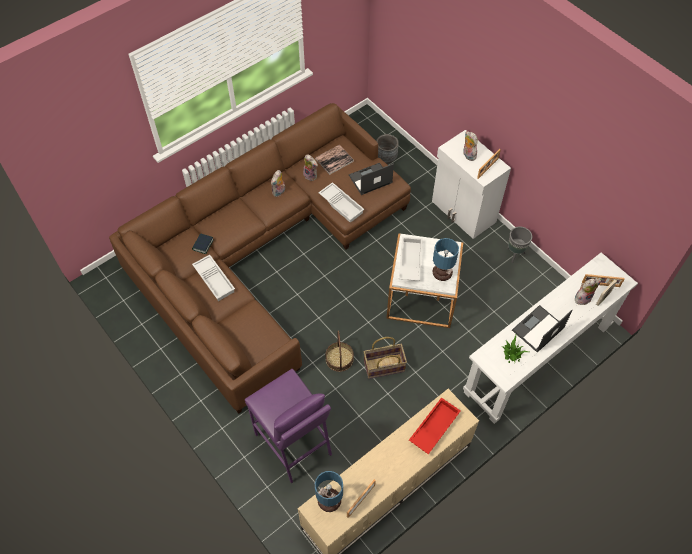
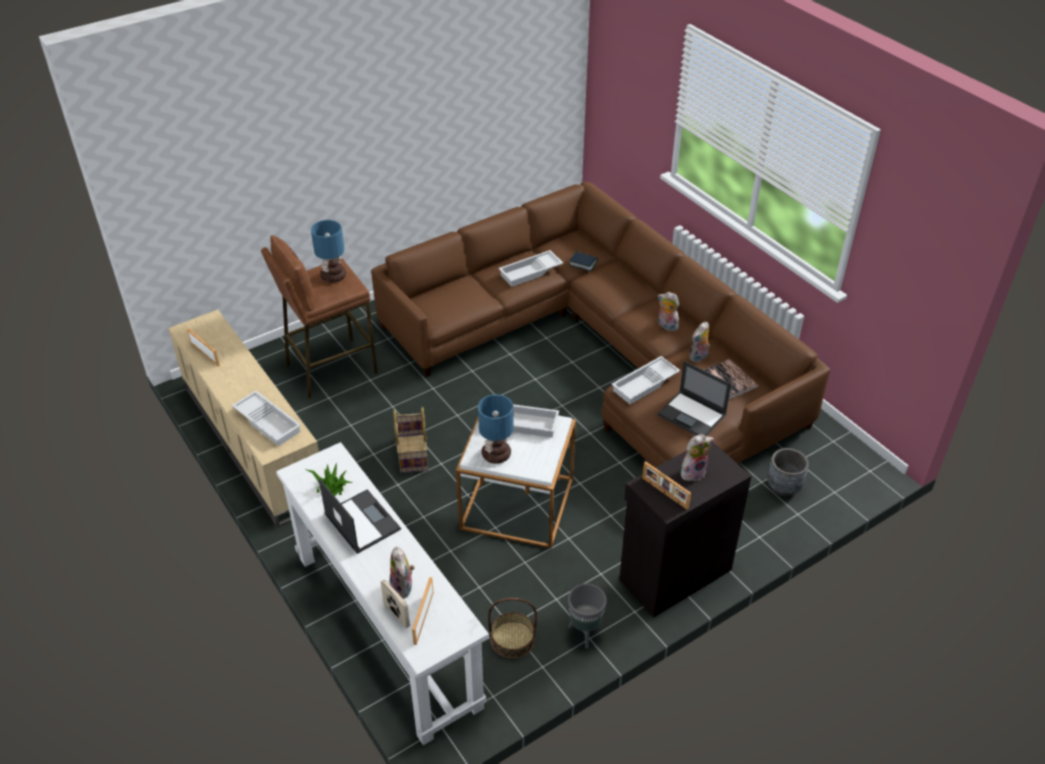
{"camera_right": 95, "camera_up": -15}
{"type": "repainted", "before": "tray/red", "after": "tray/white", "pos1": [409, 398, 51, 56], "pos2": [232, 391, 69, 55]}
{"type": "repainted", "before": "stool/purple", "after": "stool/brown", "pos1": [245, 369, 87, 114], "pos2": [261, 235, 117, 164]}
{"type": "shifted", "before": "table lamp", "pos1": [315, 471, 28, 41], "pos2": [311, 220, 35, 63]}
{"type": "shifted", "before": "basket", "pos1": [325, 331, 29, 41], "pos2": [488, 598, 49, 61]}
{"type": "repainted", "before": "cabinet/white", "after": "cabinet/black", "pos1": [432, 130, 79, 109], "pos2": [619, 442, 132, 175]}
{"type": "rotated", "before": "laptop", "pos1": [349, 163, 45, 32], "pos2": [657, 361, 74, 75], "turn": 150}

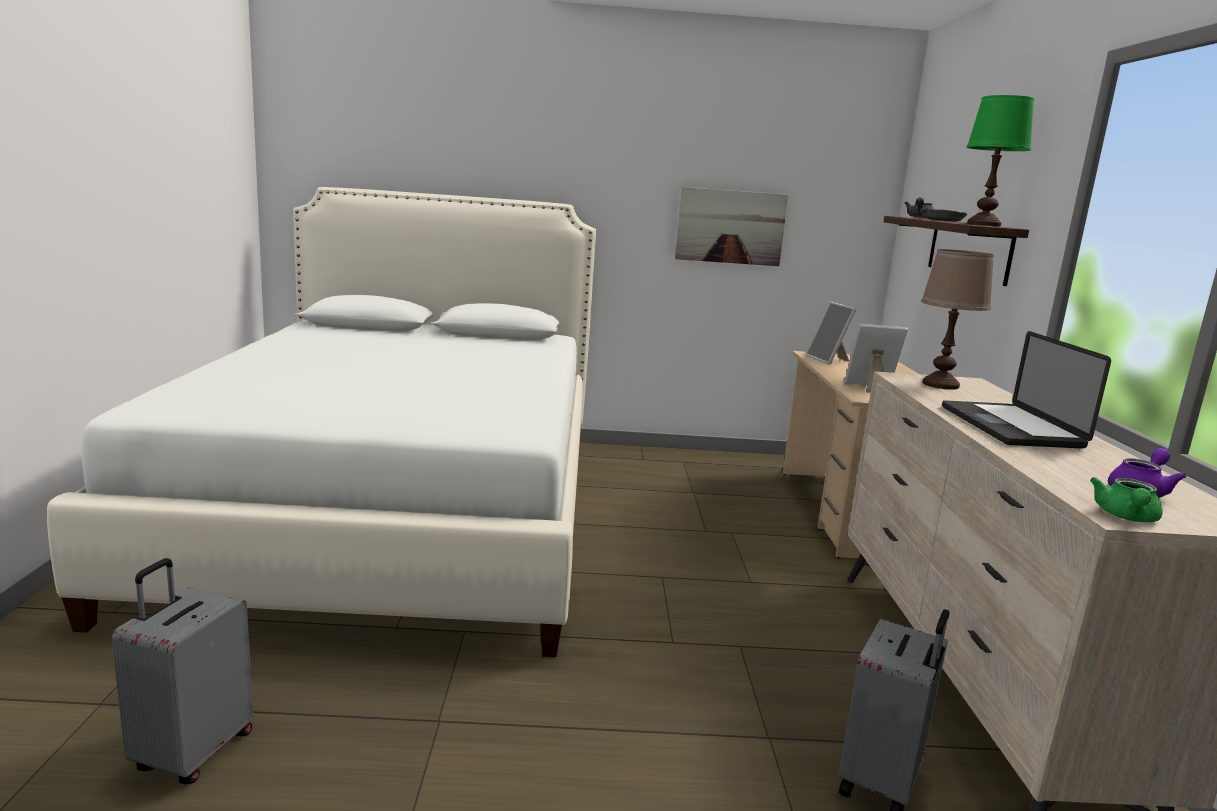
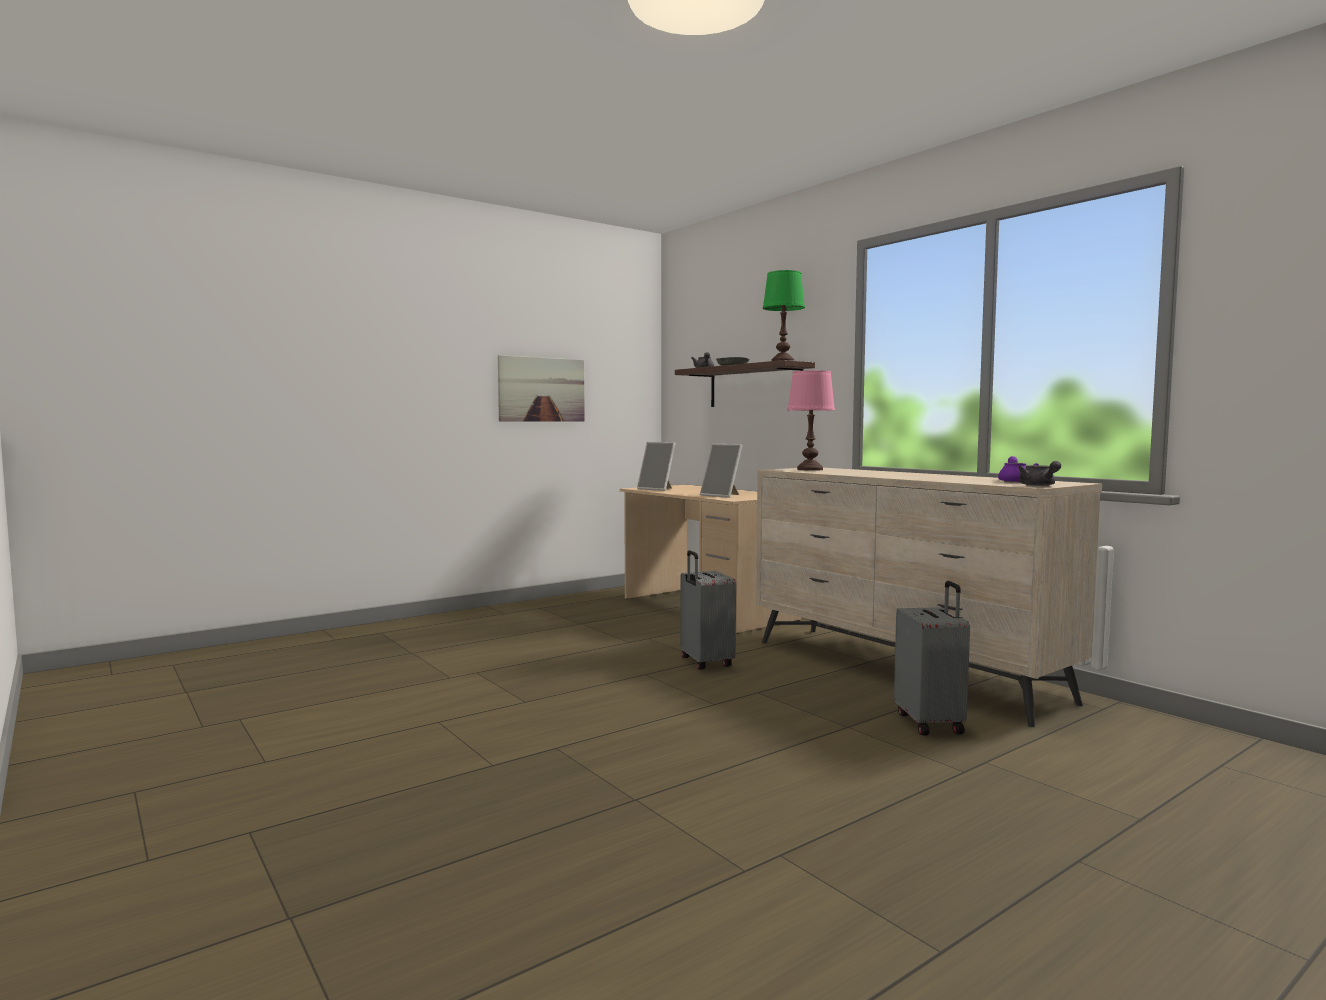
{"camera_right": -35, "camera_up": -10}
{"type": "shifted", "before": "suitcase/grey", "pos1": [112, 558, 141, 226], "pos2": [680, 550, 56, 120]}
{"type": "rotated", "before": "picture frame", "pos1": [844, 324, 64, 69], "pos2": [700, 444, 43, 54], "turn": -105}
{"type": "repainted", "before": "table lamp/brown", "after": "table lamp/pink", "pos1": [921, 249, 73, 141], "pos2": [787, 370, 48, 101]}
{"type": "repainted", "before": "teapot/green", "after": "teapot/grey", "pos1": [1090, 477, 73, 45], "pos2": [1018, 461, 43, 25]}
{"type": "gone", "before": "bed/white", "pos1": [47, 187, 549, 470]}
{"type": "gone", "before": "laptop", "pos1": [942, 331, 169, 117]}

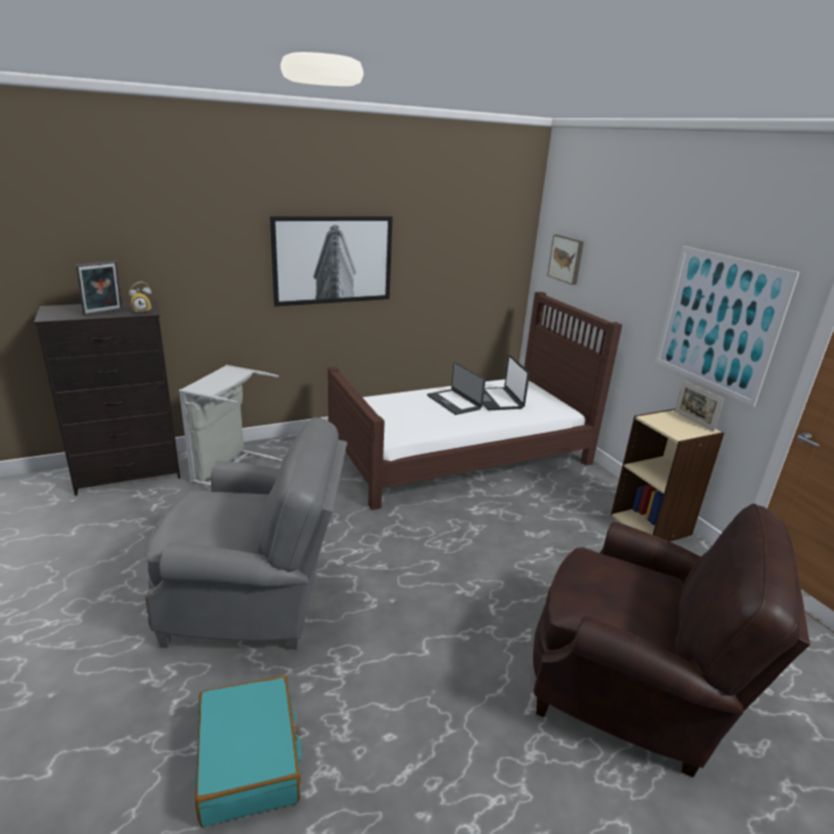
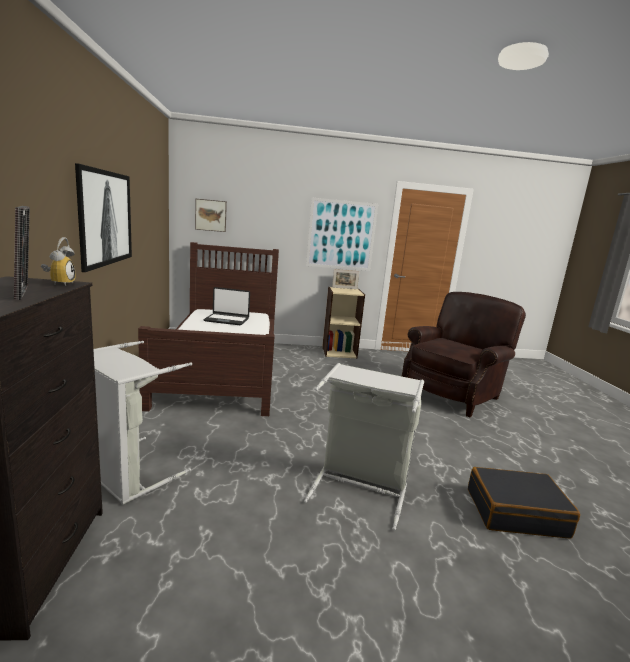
{"camera_right": -70, "camera_up": -10}
{"type": "swapped", "before": "armchair/grey", "after": "laundry basket/grey", "pos1": [145, 417, 202, 233], "pos2": [304, 363, 120, 167]}
{"type": "repainted", "before": "suitcase/turquoise", "after": "suitcase/black", "pos1": [195, 675, 106, 152], "pos2": [468, 467, 112, 72]}
{"type": "gone", "before": "laptop", "pos1": [427, 362, 59, 53]}

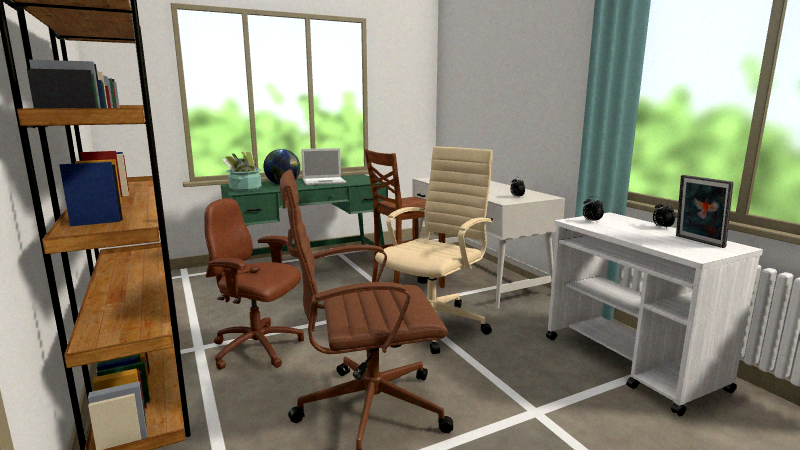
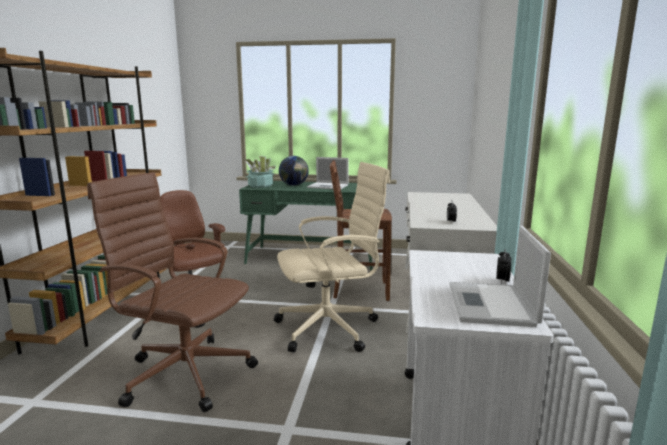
{"camera_right": 35, "camera_up": 0}
{"type": "swapped", "before": "picture frame", "after": "laptop", "pos1": [676, 175, 57, 73], "pos2": [449, 226, 102, 101]}
{"type": "gone", "before": "alarm clock", "pos1": [583, 196, 21, 27]}

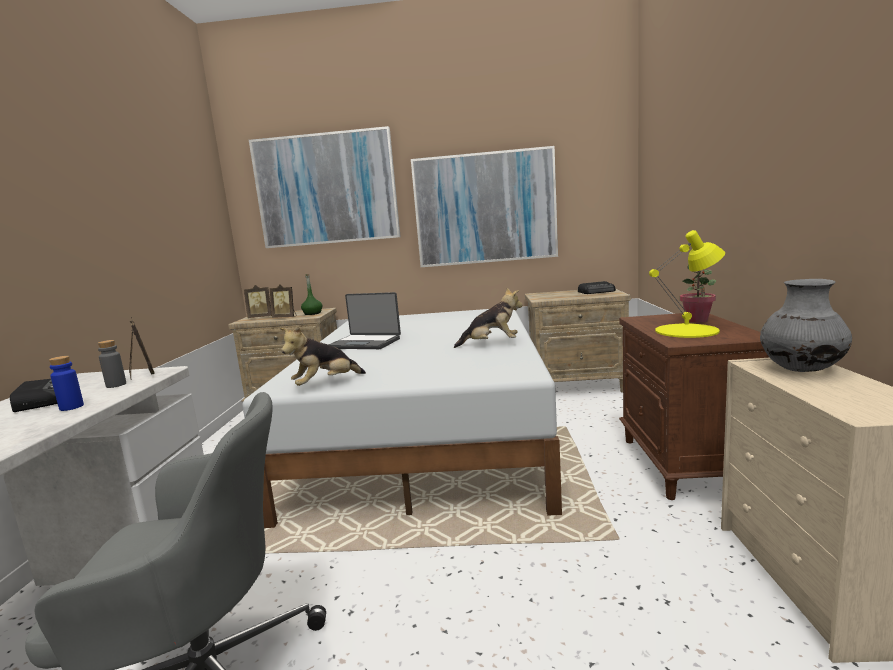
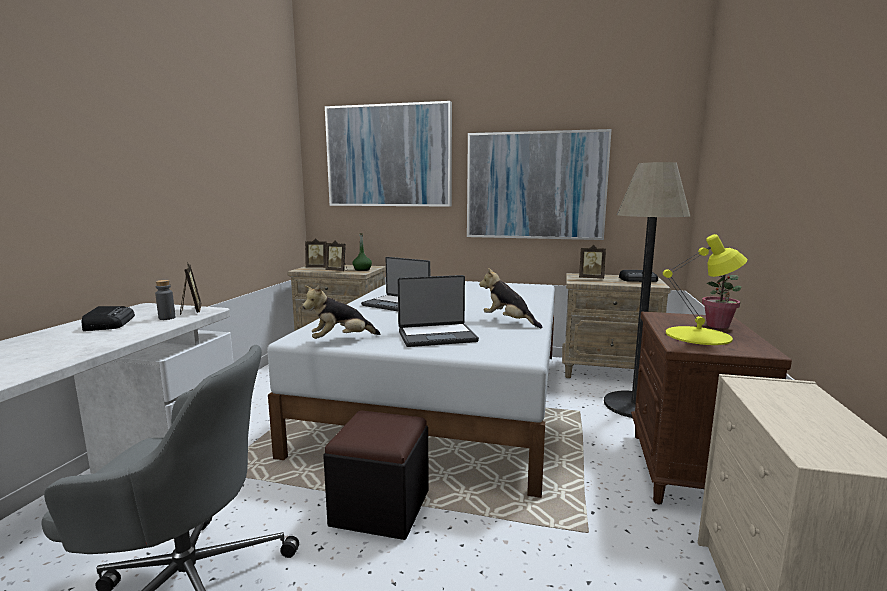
{"camera_right": 10, "camera_up": 0}
{"type": "new", "after": "ottoman/black", "pos2": [323, 410, 106, 130]}
{"type": "new", "after": "laptop", "pos2": [398, 275, 81, 72]}
{"type": "rotated", "before": "plush toy", "pos1": [454, 288, 69, 60], "pos2": [479, 268, 63, 60], "turn": -150}
{"type": "new", "after": "picture frame", "pos2": [579, 245, 27, 34]}
{"type": "new", "after": "floor lamp", "pos2": [604, 162, 86, 256]}
{"type": "gone", "before": "bottle/blue", "pos1": [49, 356, 35, 55]}
{"type": "gone", "before": "vase/grey", "pos1": [760, 279, 92, 93]}

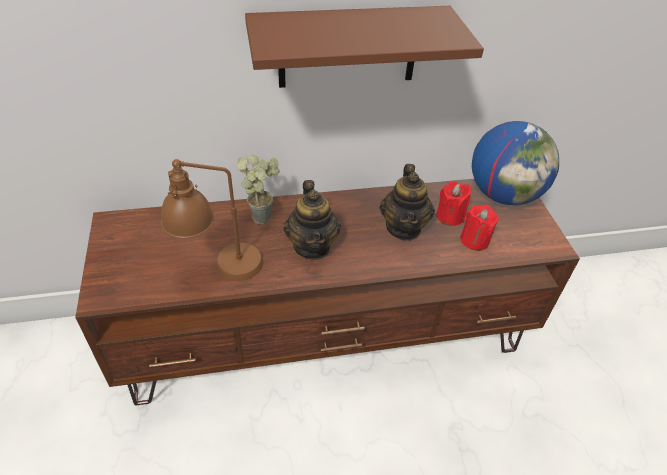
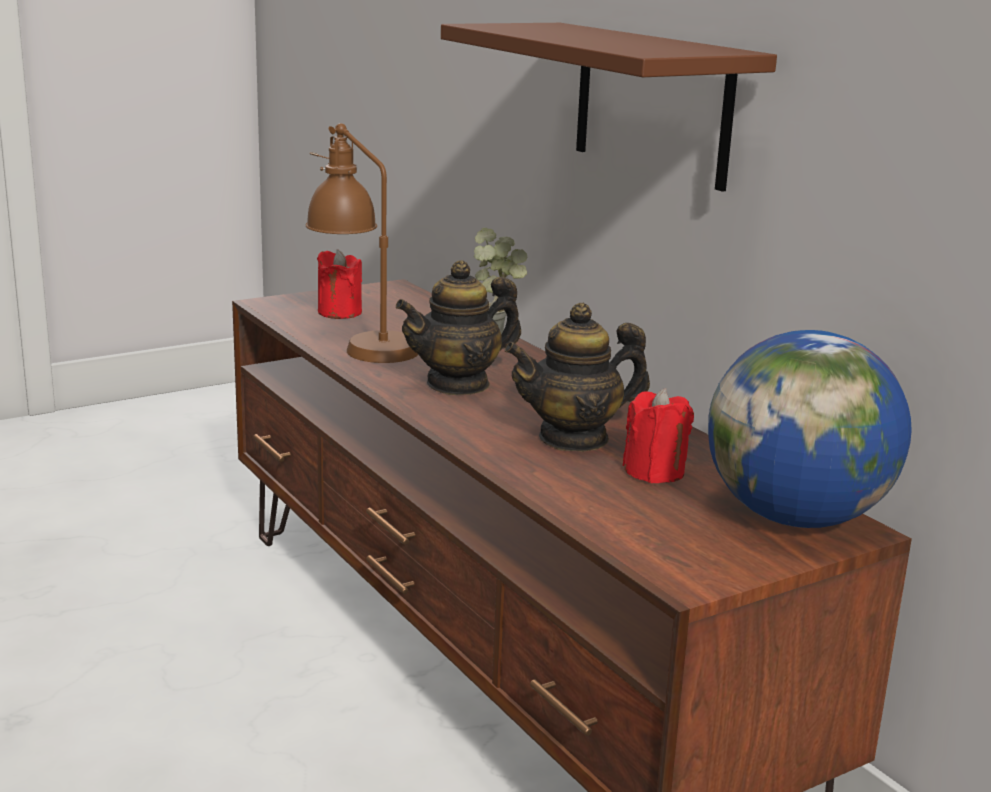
{"camera_right": 70, "camera_up": -25}
{"type": "shifted", "before": "candle/red", "pos1": [461, 205, 38, 45], "pos2": [317, 249, 45, 70]}

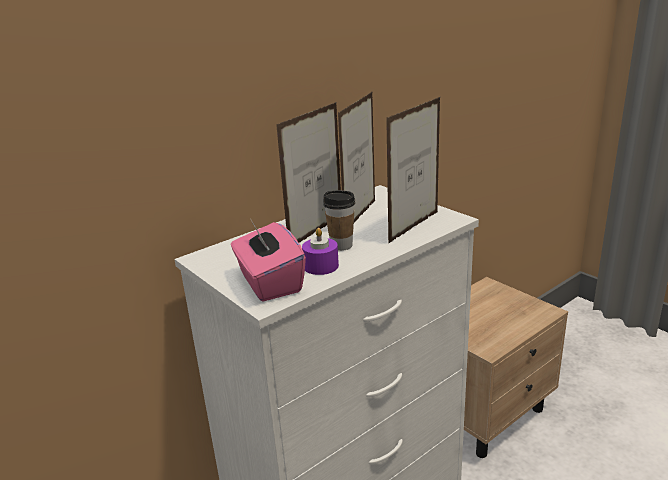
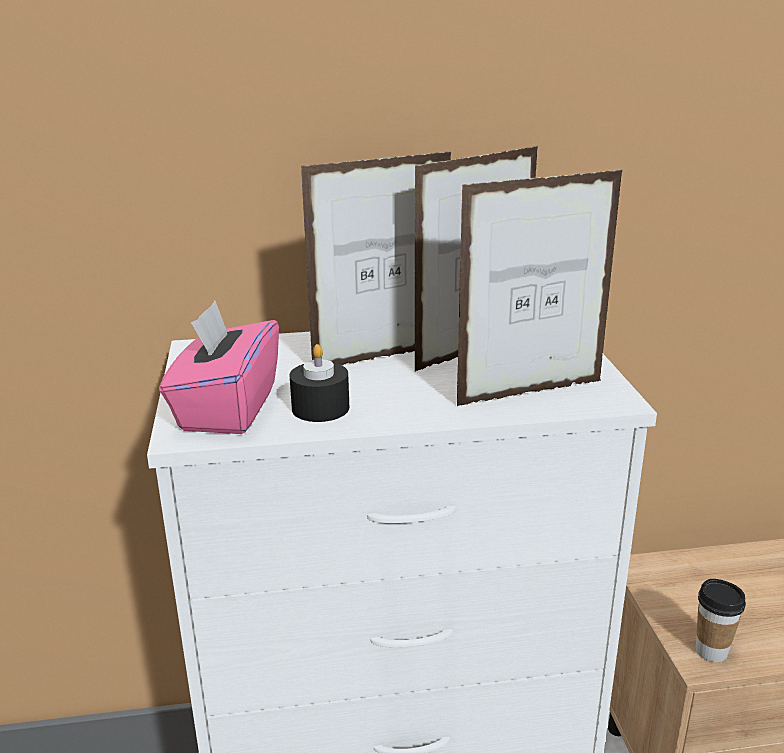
{"camera_right": 30, "camera_up": 0}
{"type": "repainted", "before": "candle/purple", "after": "candle/black", "pos1": [302, 228, 37, 47], "pos2": [289, 344, 60, 78]}
{"type": "shifted", "before": "cup", "pos1": [323, 190, 32, 61], "pos2": [696, 579, 50, 83]}

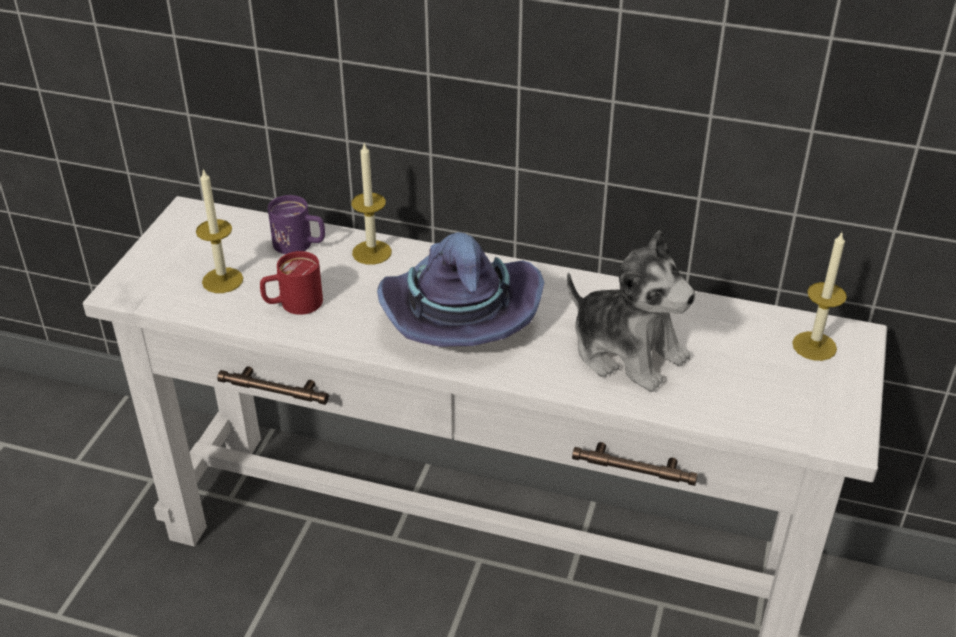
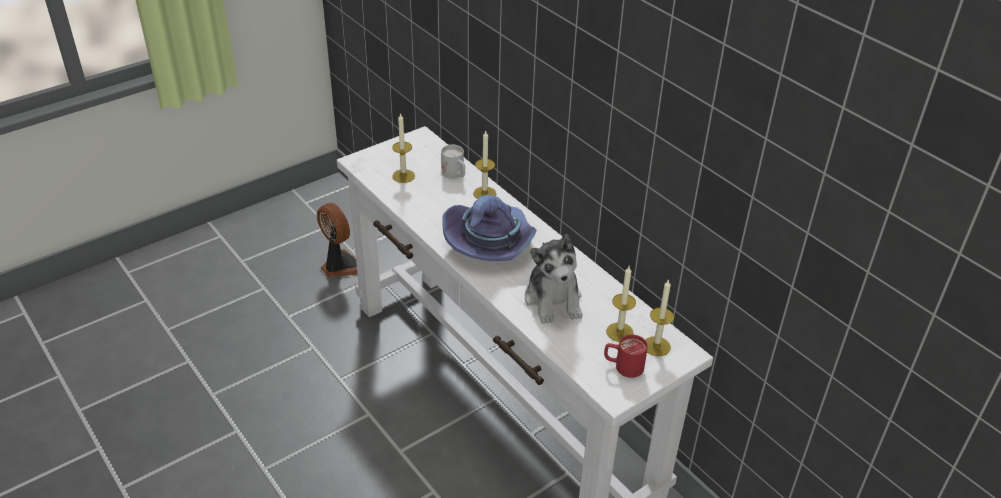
{"camera_right": 35, "camera_up": 0}
{"type": "new", "after": "fan", "pos2": [317, 203, 40, 74]}
{"type": "repainted", "before": "mug/purple", "after": "mug/white", "pos1": [268, 195, 57, 59], "pos2": [441, 145, 24, 34]}
{"type": "shifted", "before": "mug/red", "pos1": [260, 251, 63, 64], "pos2": [604, 335, 44, 43]}
{"type": "new", "after": "candle", "pos2": [606, 266, 30, 76]}

